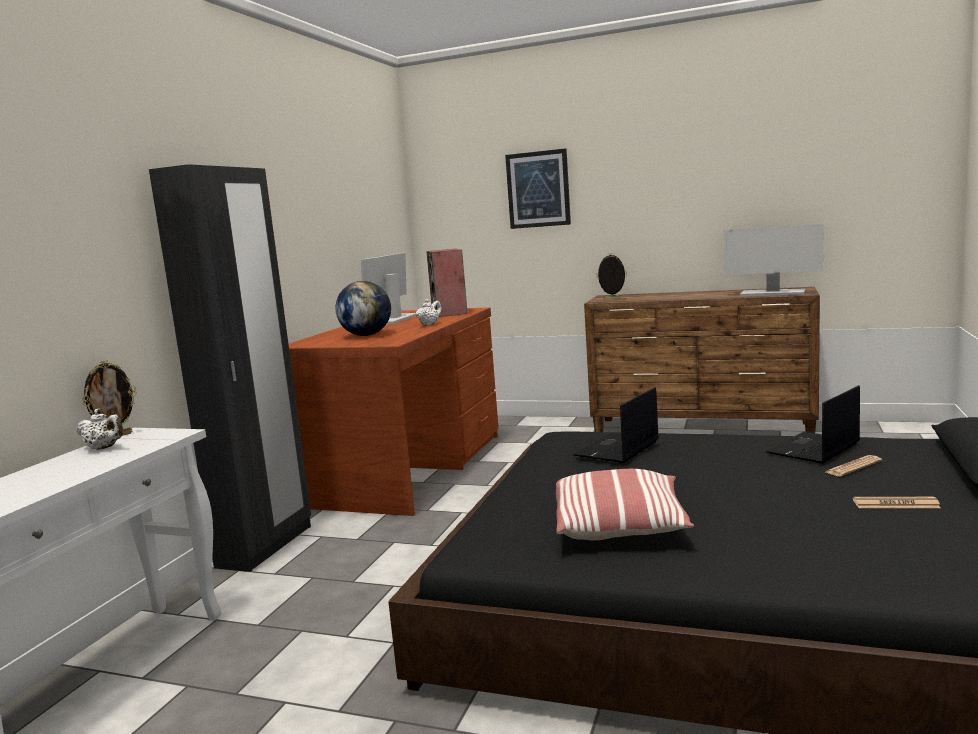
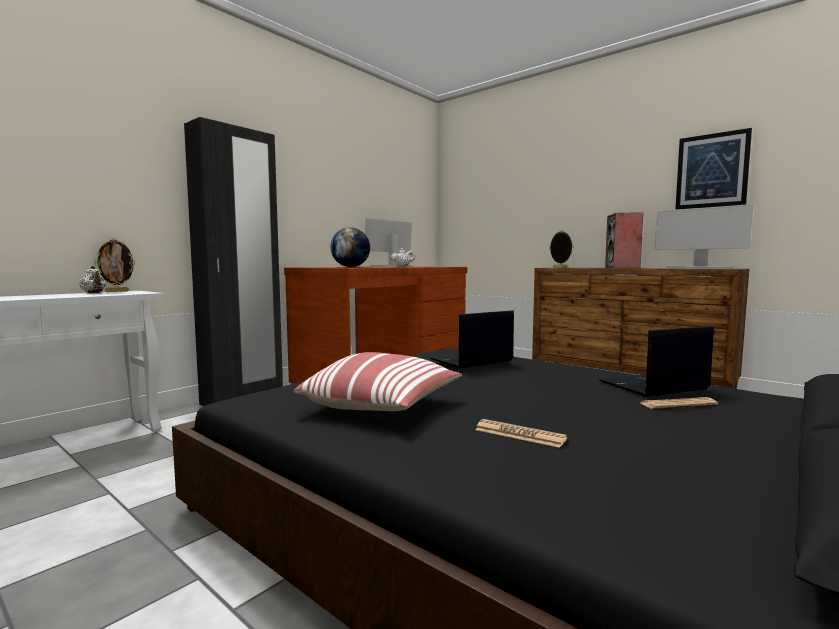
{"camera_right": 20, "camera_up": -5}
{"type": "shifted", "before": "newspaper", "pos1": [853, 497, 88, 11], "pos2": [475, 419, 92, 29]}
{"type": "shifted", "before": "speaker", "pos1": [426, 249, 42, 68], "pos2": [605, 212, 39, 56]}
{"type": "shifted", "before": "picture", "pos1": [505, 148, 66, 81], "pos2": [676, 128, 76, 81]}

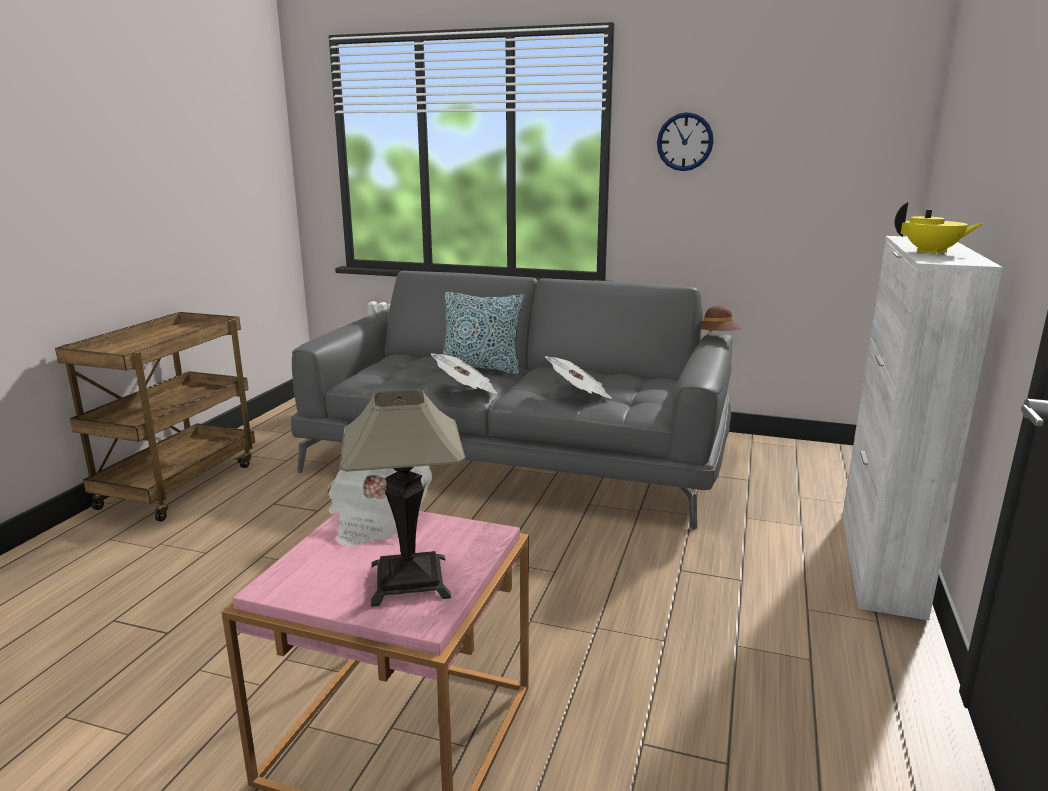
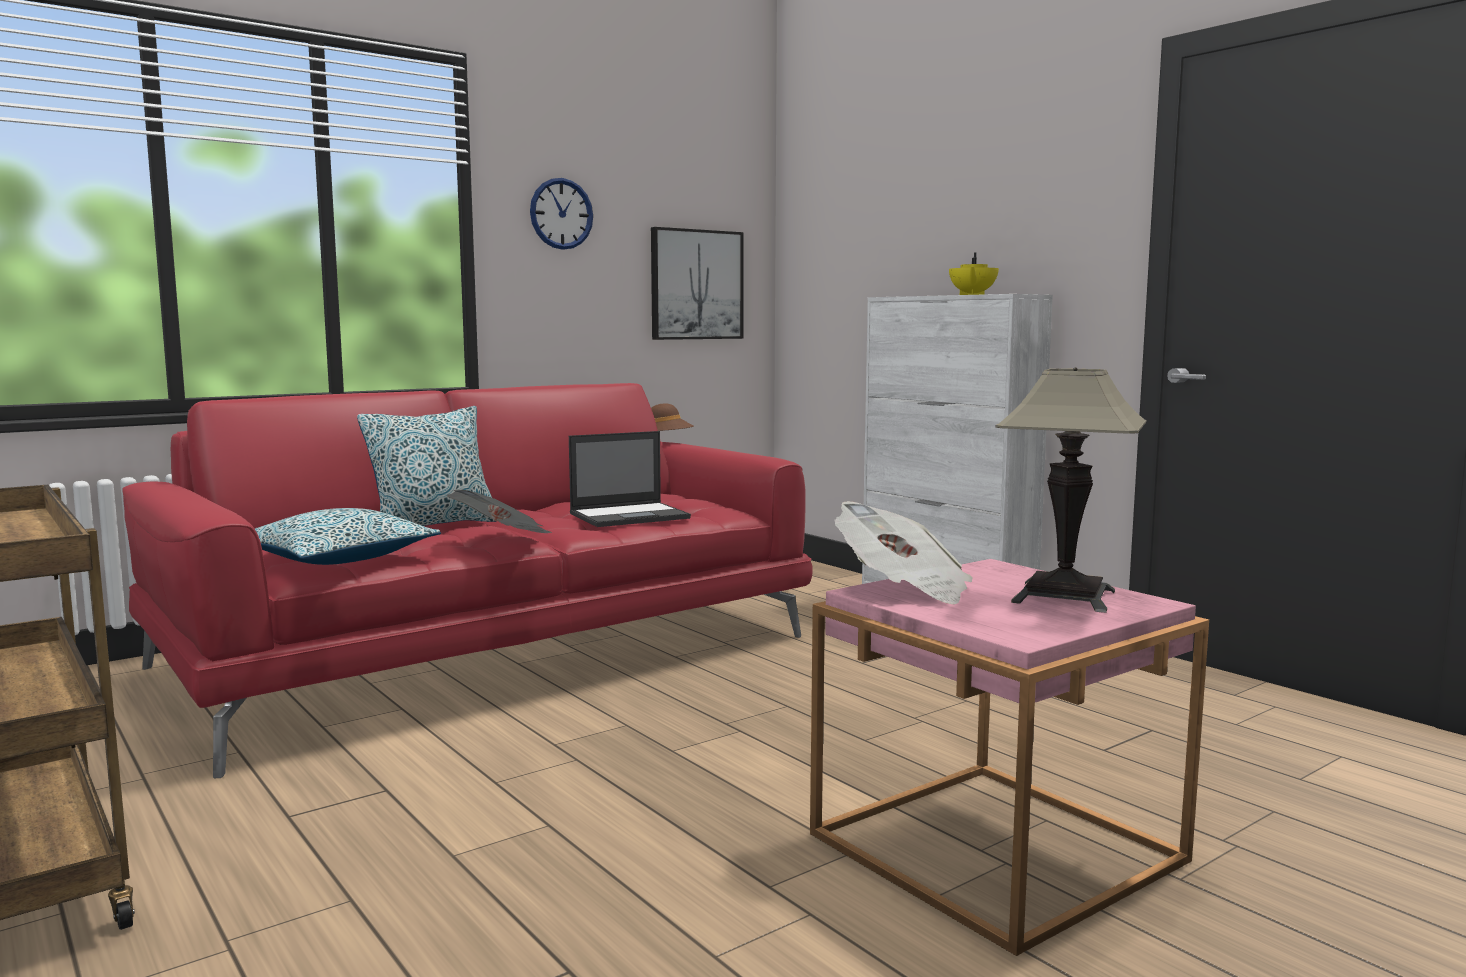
{"camera_right": -55, "camera_up": -10}
{"type": "repainted", "before": "sofa/grey", "after": "sofa/red", "pos1": [291, 271, 441, 258], "pos2": [122, 383, 691, 395]}
{"type": "new", "after": "pillow", "pos2": [255, 508, 186, 57]}
{"type": "swapped", "before": "newspaper", "after": "laptop", "pos1": [545, 356, 66, 42], "pos2": [569, 431, 122, 96]}
{"type": "new", "after": "picture", "pos2": [651, 227, 93, 113]}
{"type": "rotated", "before": "teapot/yellow", "pos1": [895, 202, 87, 53], "pos2": [949, 252, 50, 43], "turn": 150}

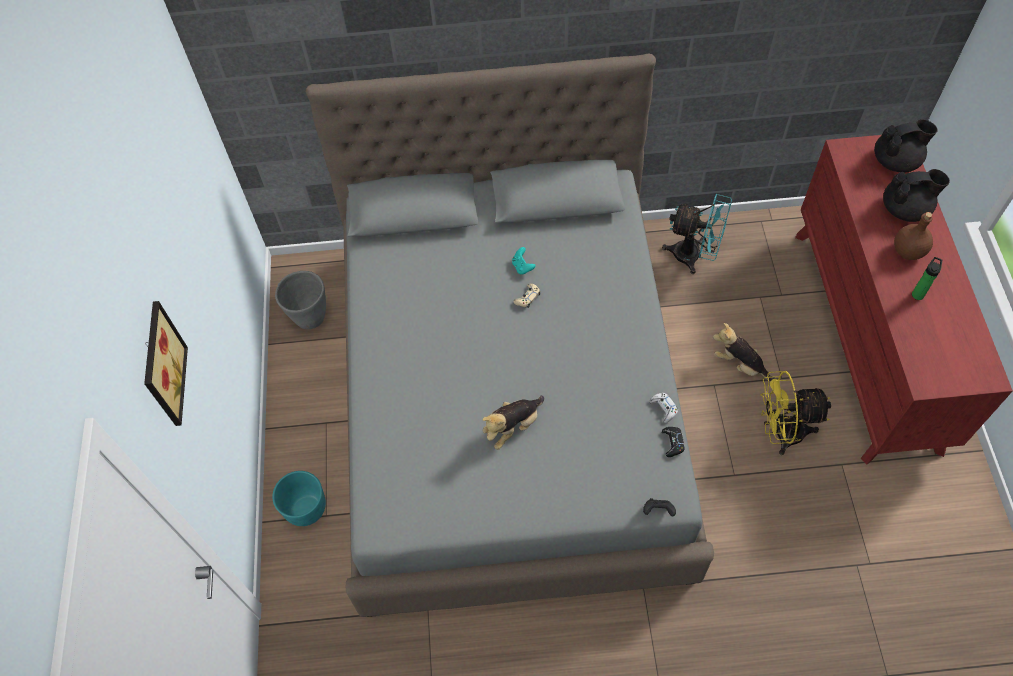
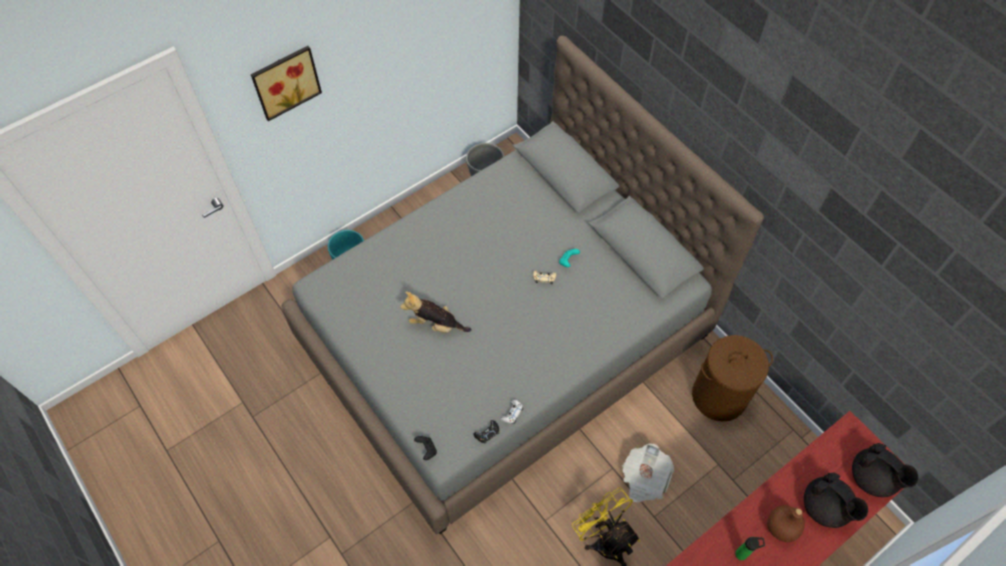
{"camera_right": 55, "camera_up": 0}
{"type": "swapped", "before": "plush toy", "after": "newspaper", "pos1": [713, 323, 62, 58], "pos2": [622, 443, 52, 59]}
{"type": "swapped", "before": "fan/turquoise", "after": "laundry basket/brown", "pos1": [662, 194, 70, 80], "pos2": [692, 335, 81, 87]}

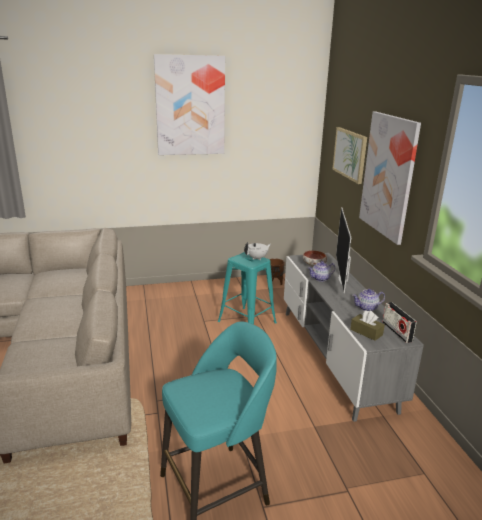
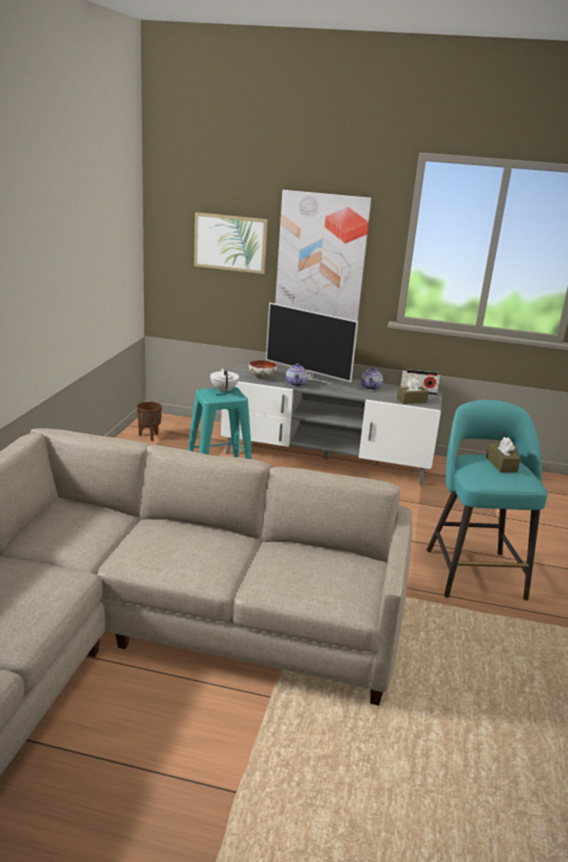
{"camera_right": -65, "camera_up": 0}
{"type": "new", "after": "tissue box/brown", "pos2": [486, 437, 34, 36]}
{"type": "gone", "before": "picture", "pos1": [154, 54, 71, 101]}

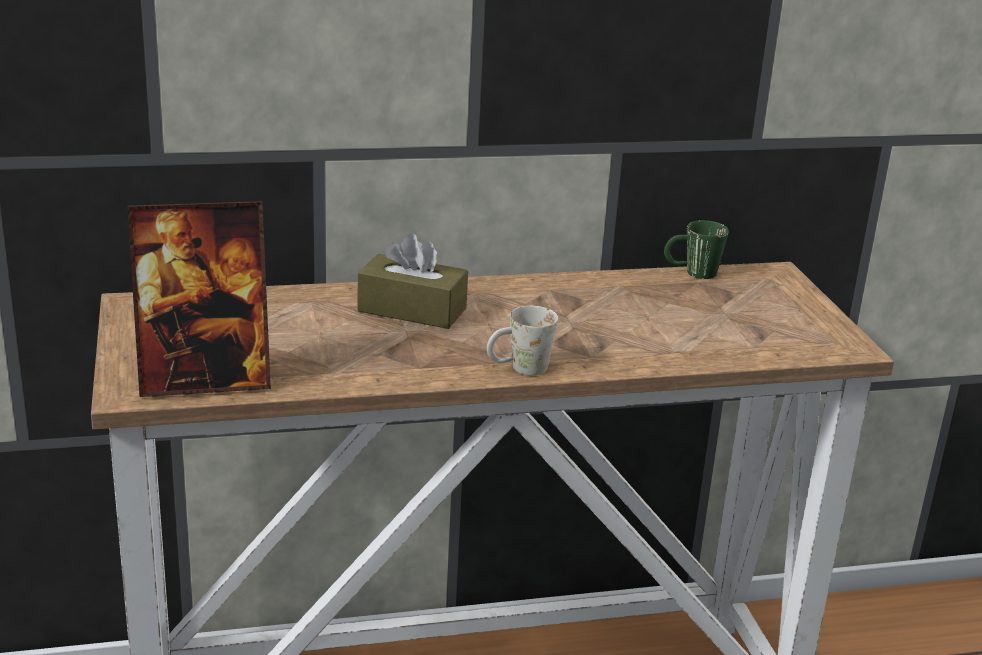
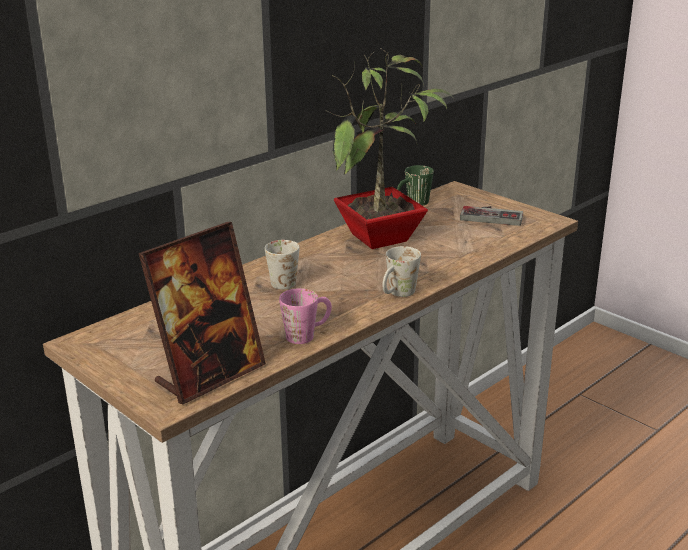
{"camera_right": -30, "camera_up": 0}
{"type": "swapped", "before": "tissue box/brown", "after": "mug/white", "pos1": [357, 233, 111, 96], "pos2": [265, 240, 35, 49]}
{"type": "new", "after": "mug/pink", "pos2": [279, 288, 53, 56]}
{"type": "new", "after": "potted plant", "pos2": [325, 49, 127, 200]}
{"type": "new", "after": "game controller", "pos2": [460, 206, 63, 20]}

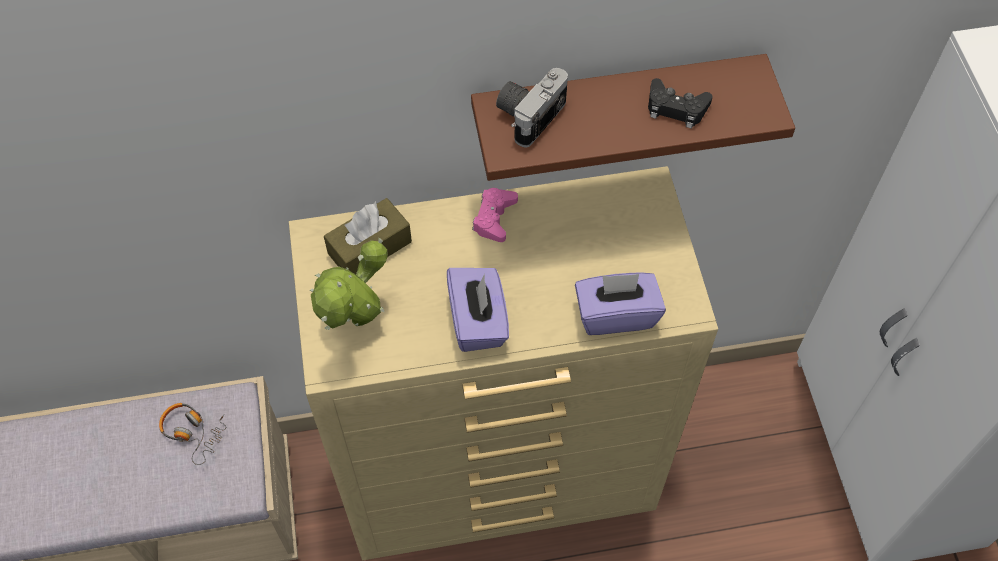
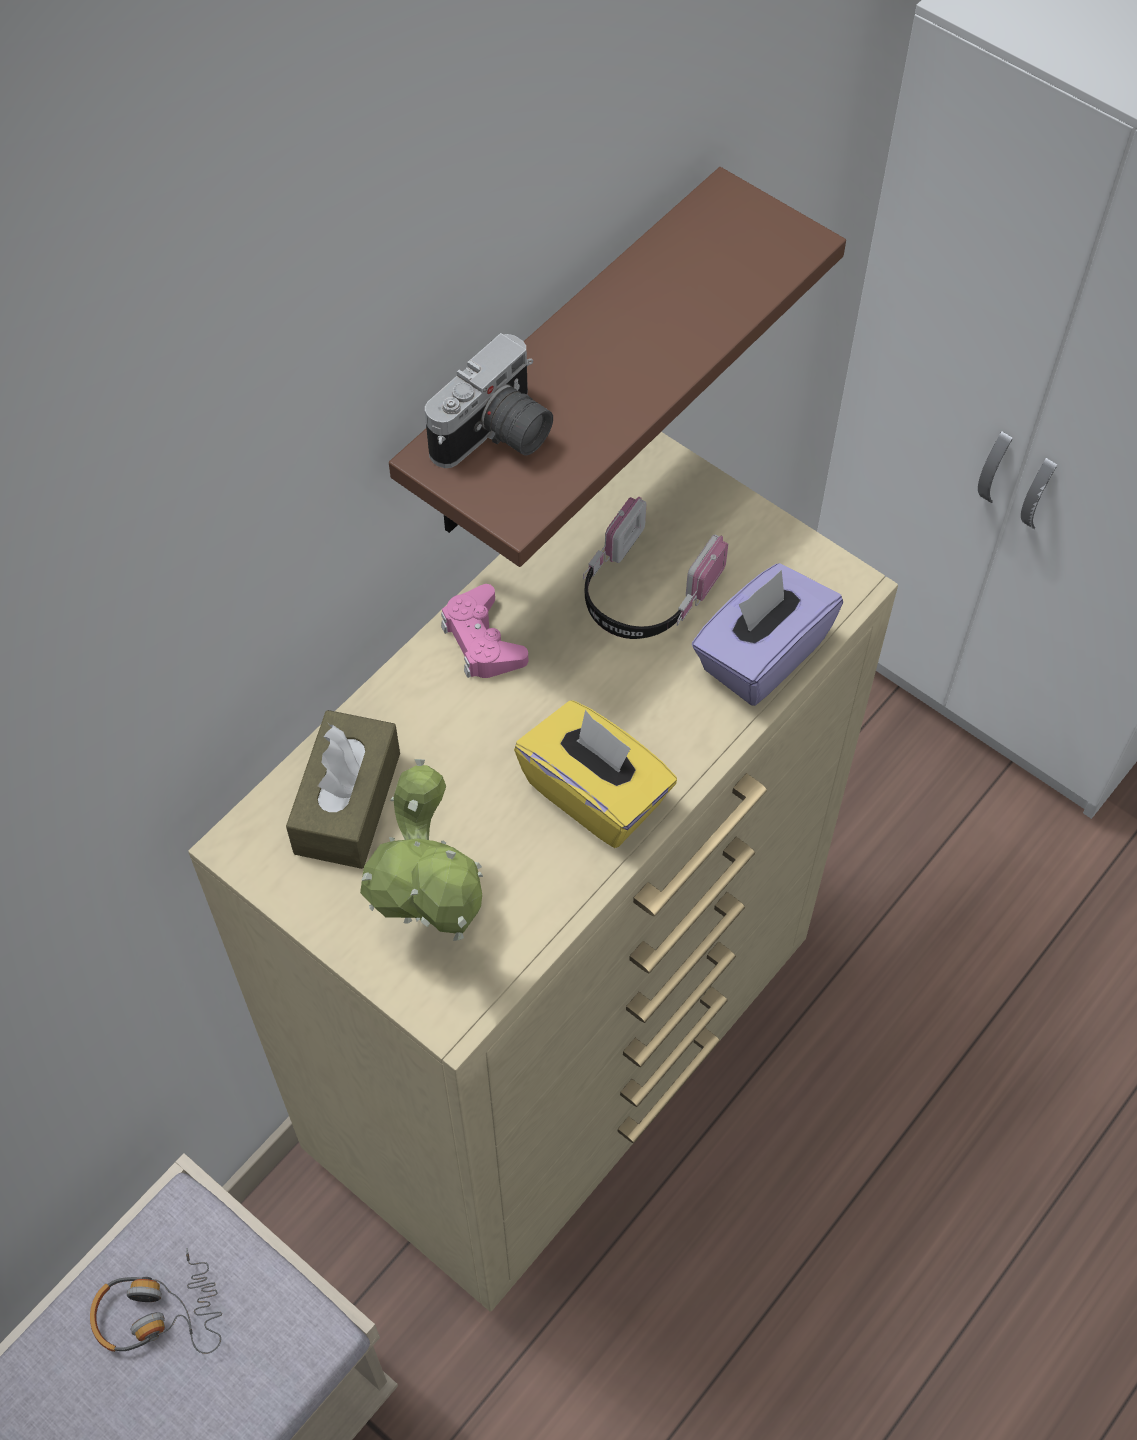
{"camera_right": -40, "camera_up": 0}
{"type": "rotated", "before": "photo camera", "pos1": [496, 68, 72, 80], "pos2": [425, 333, 128, 135], "turn": -135}
{"type": "repainted", "before": "tissue box/purple", "after": "tissue box/yellow", "pos1": [447, 268, 62, 84], "pos2": [514, 700, 163, 148]}
{"type": "new", "after": "headphones", "pos2": [583, 497, 145, 142]}
{"type": "gone", "before": "game controller/black", "pos1": [648, 78, 65, 51]}

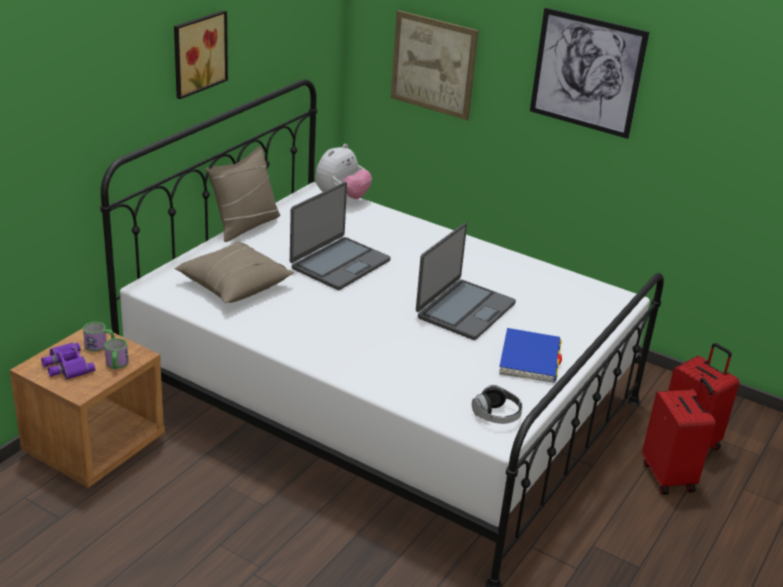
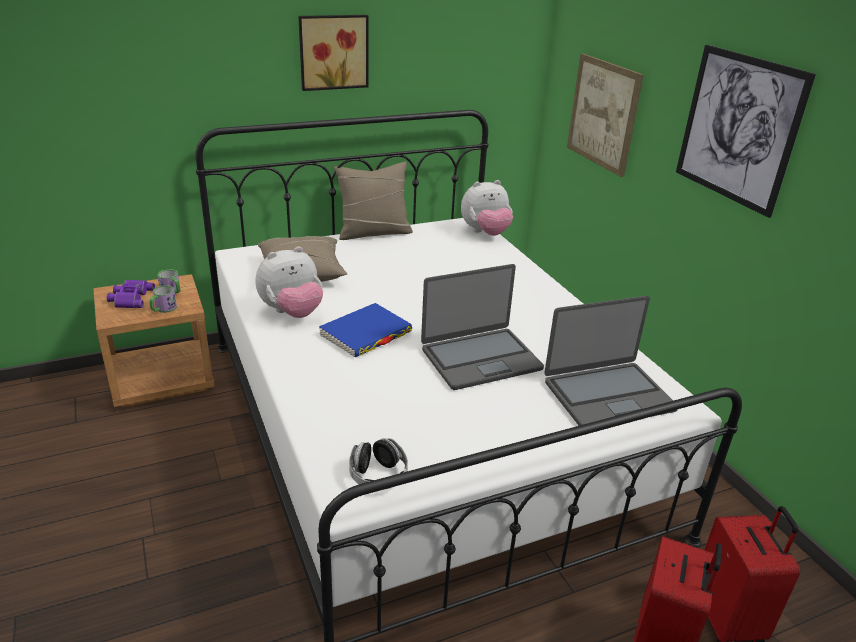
{"camera_right": 35, "camera_up": 0}
{"type": "new", "after": "plush toy", "pos2": [256, 247, 67, 71]}
{"type": "shifted", "before": "book/blue", "pos1": [499, 328, 63, 55], "pos2": [319, 303, 93, 54]}
{"type": "shifted", "before": "laptop", "pos1": [290, 182, 101, 108], "pos2": [544, 296, 134, 130]}

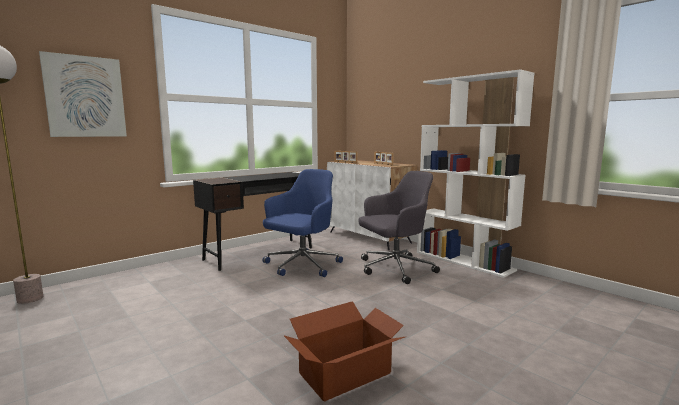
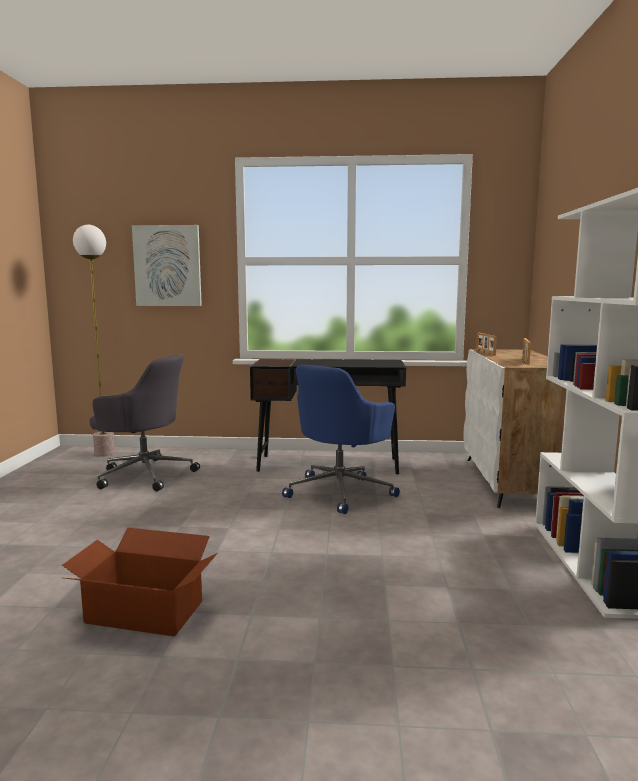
{"camera_right": 45, "camera_up": 0}
{"type": "shifted", "before": "office chair/grey", "pos1": [358, 171, 82, 113], "pos2": [90, 355, 110, 136]}
{"type": "rotated", "before": "office chair/blue", "pos1": [263, 169, 80, 108], "pos2": [282, 365, 118, 149], "turn": 135}

